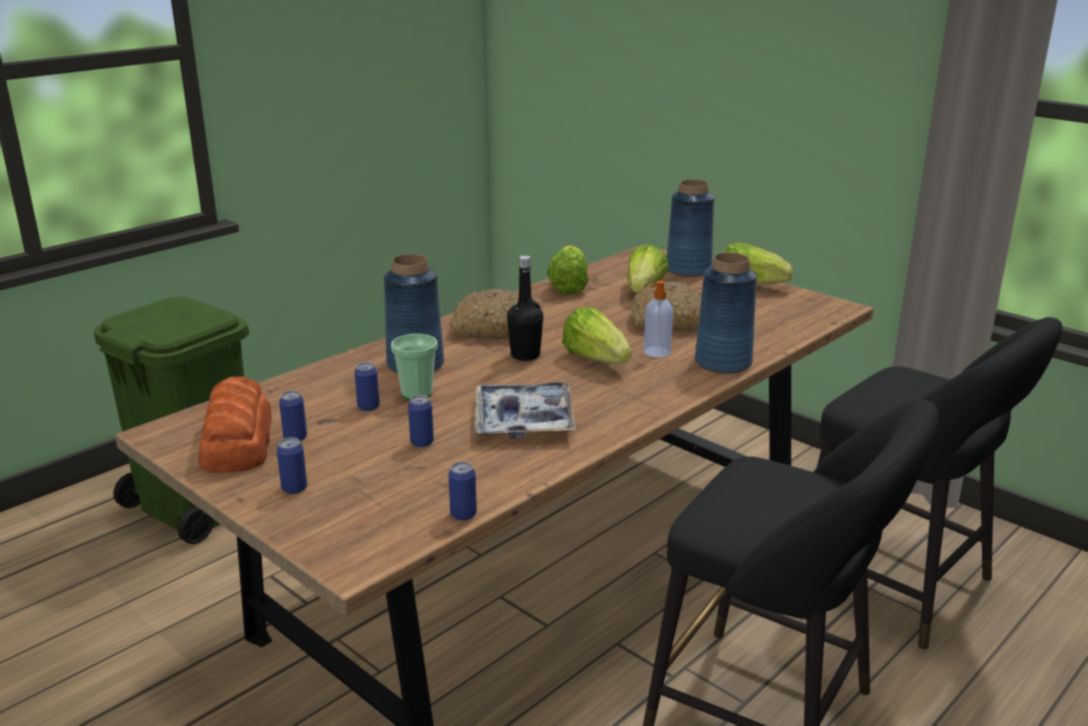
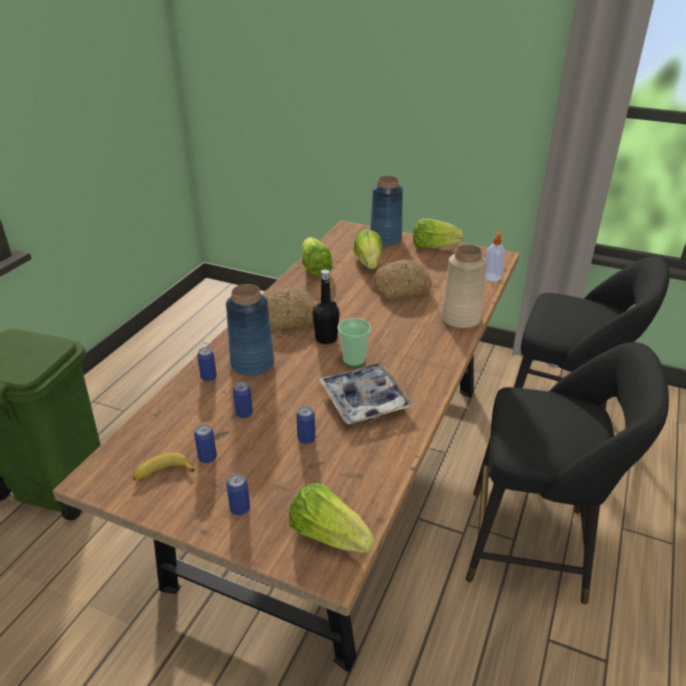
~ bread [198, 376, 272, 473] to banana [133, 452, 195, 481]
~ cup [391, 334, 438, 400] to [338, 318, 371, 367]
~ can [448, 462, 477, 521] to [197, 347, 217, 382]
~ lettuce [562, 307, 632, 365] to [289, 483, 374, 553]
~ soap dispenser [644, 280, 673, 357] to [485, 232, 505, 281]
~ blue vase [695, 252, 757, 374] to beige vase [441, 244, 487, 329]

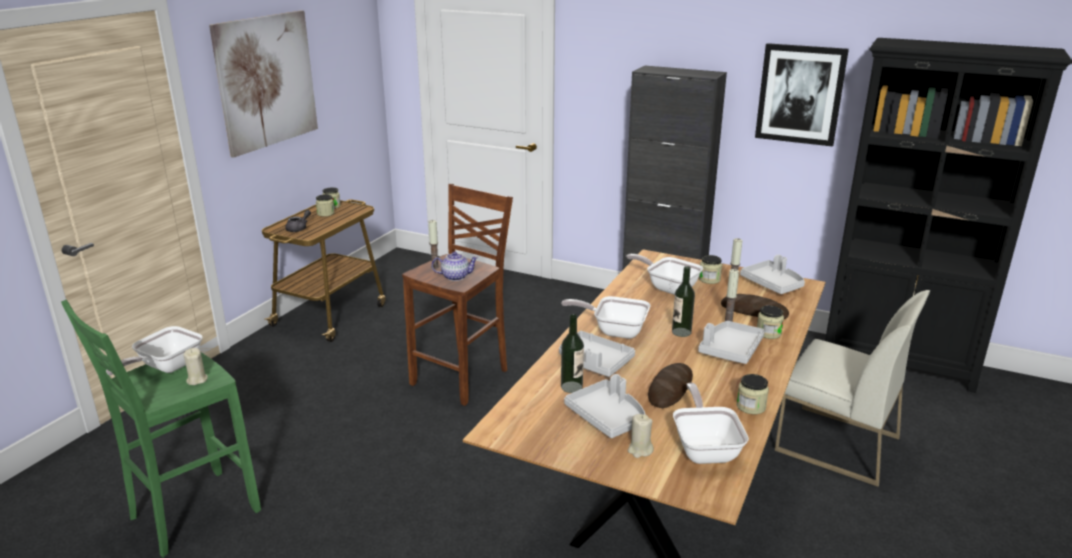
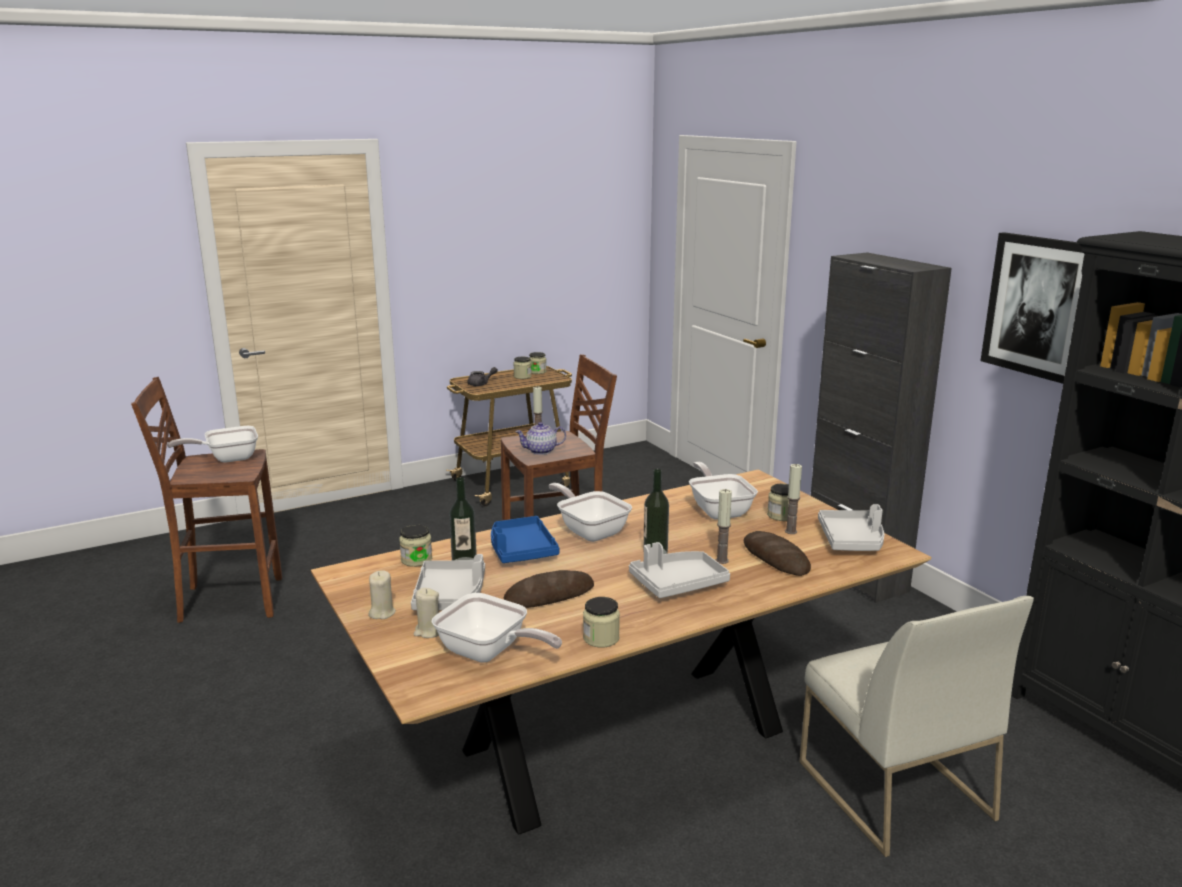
~ green stool [61, 300, 261, 557] to brown stool [131, 377, 282, 623]
~ beige candle [184, 348, 208, 385] to [368, 570, 396, 619]
- picture [209, 10, 318, 158]
~ teapot [432, 251, 479, 281] = [515, 422, 566, 455] 135 degrees clockwise
~ grey tray [559, 331, 635, 377] to blue tray [491, 516, 559, 563]
~ frying pan [673, 383, 749, 464] = [431, 593, 562, 663] 90 degrees clockwise
~ jar [757, 305, 784, 339] to [399, 524, 432, 567]

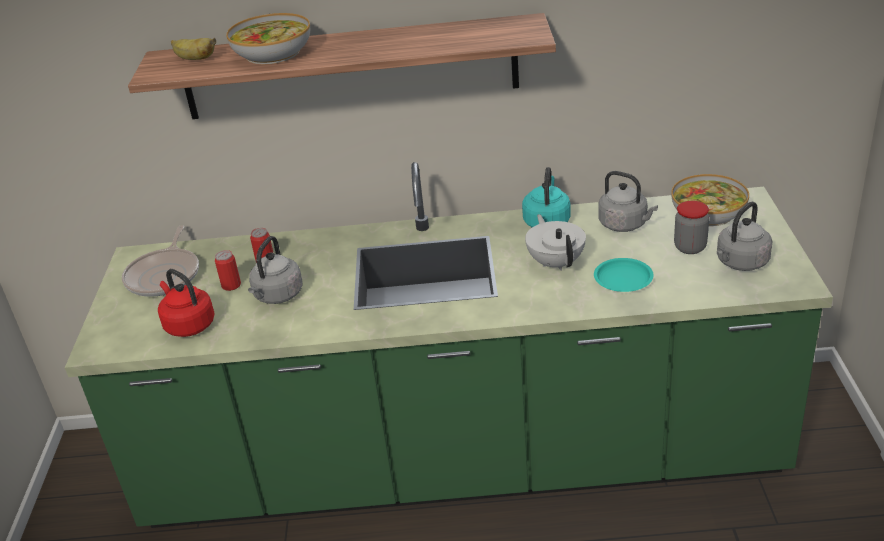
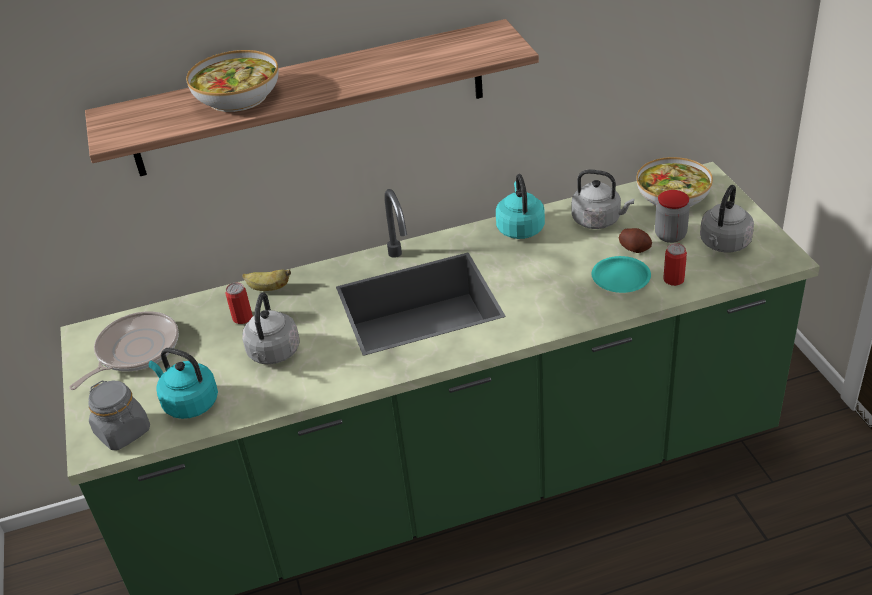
~ frying pan [122, 225, 199, 297] = [69, 311, 179, 390] 135 degrees counterclockwise
~ red kettle [158, 269, 215, 337] to turquoise kettle [149, 348, 218, 419]
~ banana [171, 38, 216, 60] to [242, 269, 291, 291]
~ can [215, 250, 241, 291] to [663, 243, 687, 286]
- white teapot [525, 214, 586, 271]
+ grey jar [88, 381, 150, 450]
+ potato [619, 228, 652, 253]

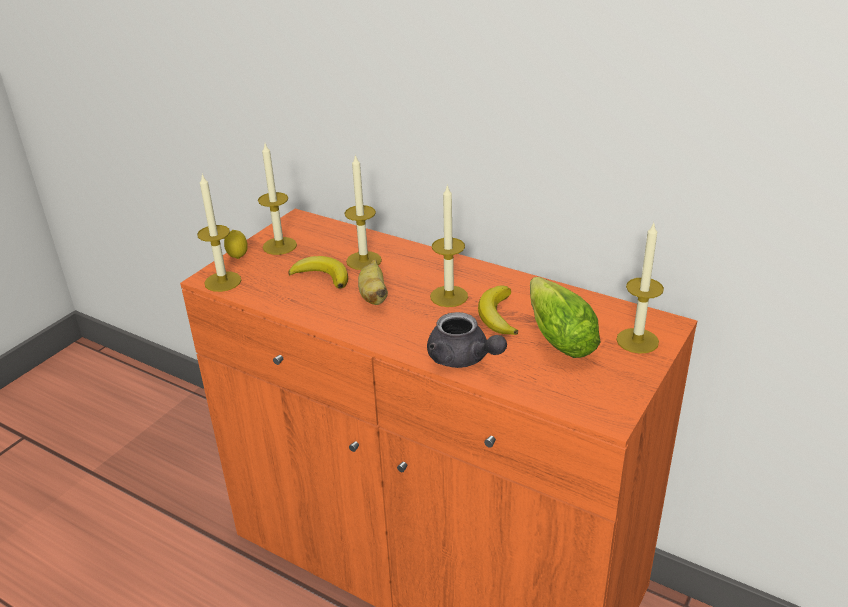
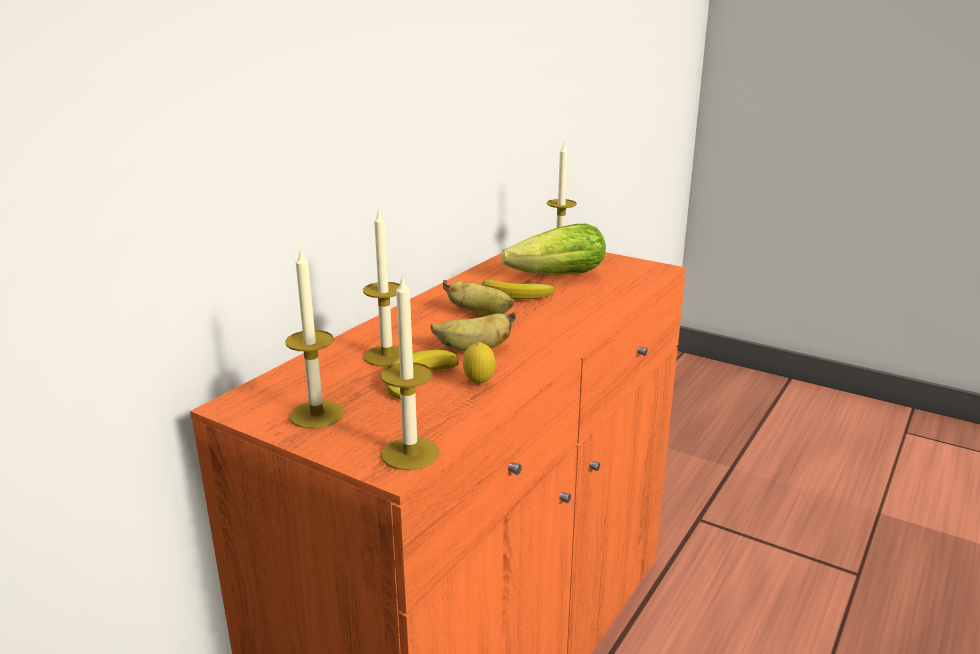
~ lemon [224, 230, 248, 259] to [463, 342, 496, 385]
- grey teapot [427, 312, 507, 368]
~ candle [430, 184, 468, 307] to banana [443, 280, 514, 315]

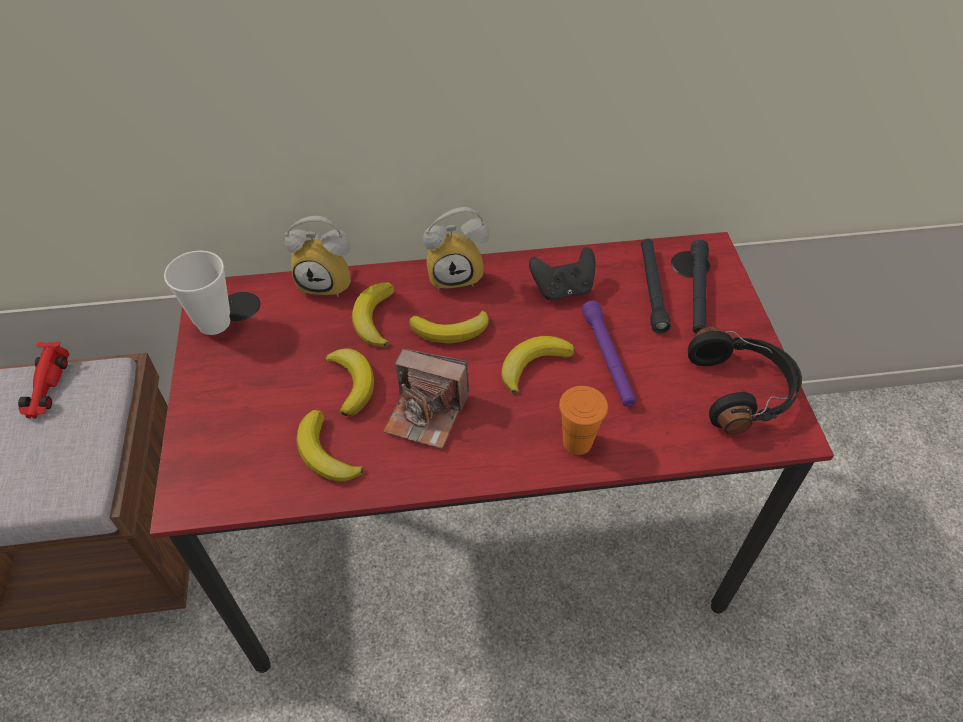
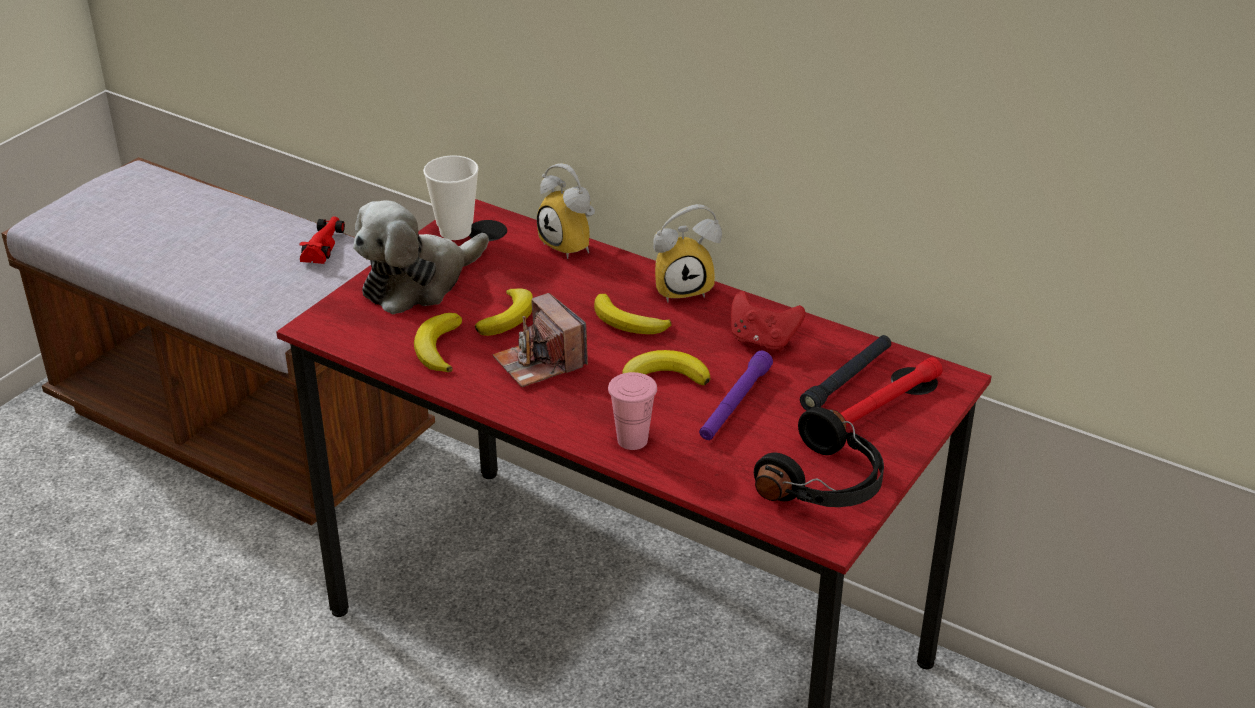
~ red toy car [18, 342, 70, 418] = [299, 216, 345, 264] 150 degrees clockwise
- banana [352, 282, 394, 347]
~ alarm clock [423, 207, 489, 290] = [653, 204, 722, 303] 45 degrees counterclockwise
~ black game controller [529, 247, 595, 300] to red game controller [731, 291, 805, 352]
~ orange cup [559, 386, 608, 455] to pink cup [608, 372, 657, 450]
~ black flashlight [690, 240, 709, 334] to red flashlight [840, 357, 942, 427]
+ plush toy [353, 200, 489, 315]

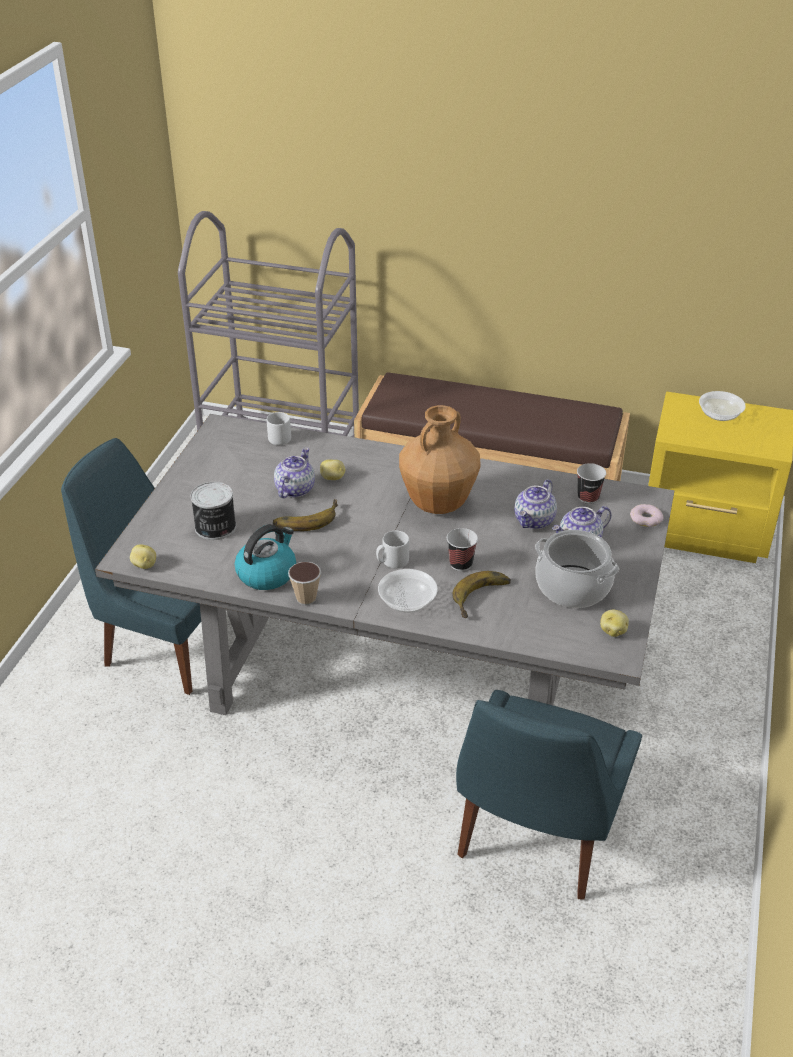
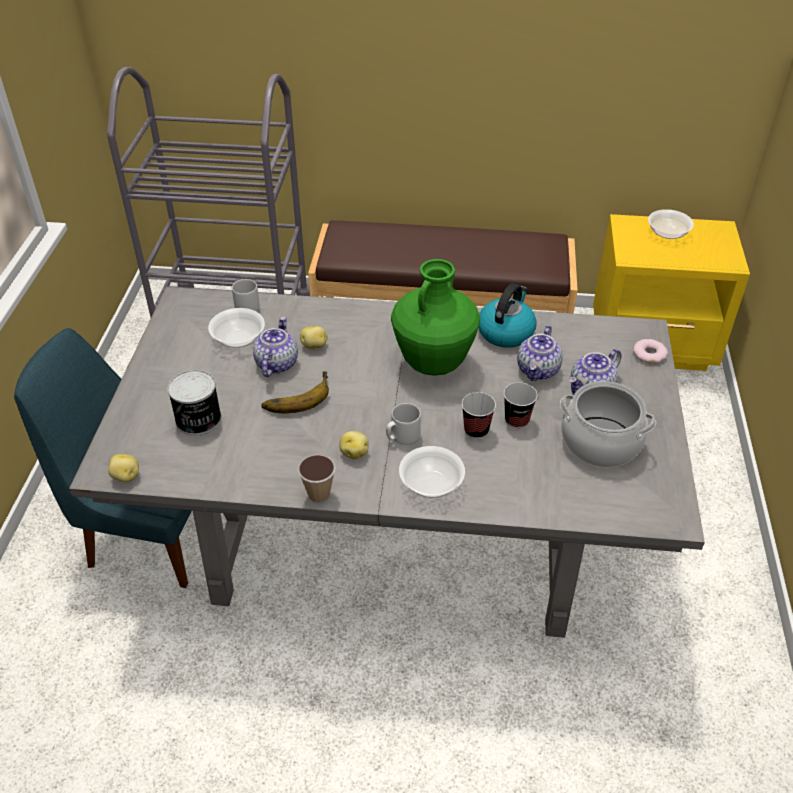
~ kettle [235, 524, 296, 590] to [478, 283, 536, 348]
~ brown vase [399, 405, 481, 514] to green vase [391, 259, 480, 376]
- banana [452, 571, 511, 618]
- blue chair [456, 690, 642, 900]
~ cup [577, 463, 606, 504] to [504, 382, 538, 429]
~ potato [600, 609, 629, 637] to [339, 431, 369, 459]
+ bowl [208, 308, 265, 348]

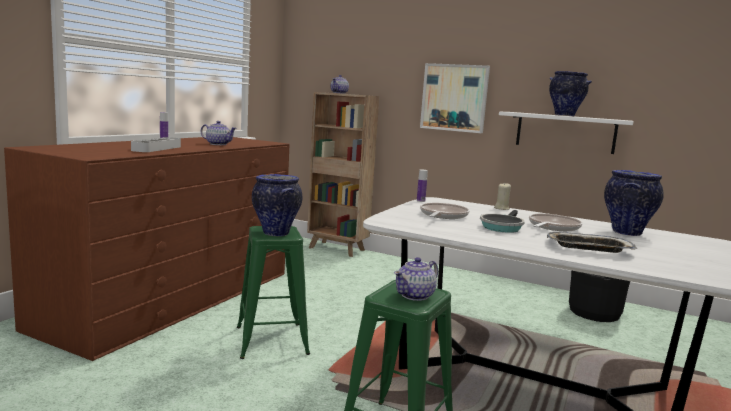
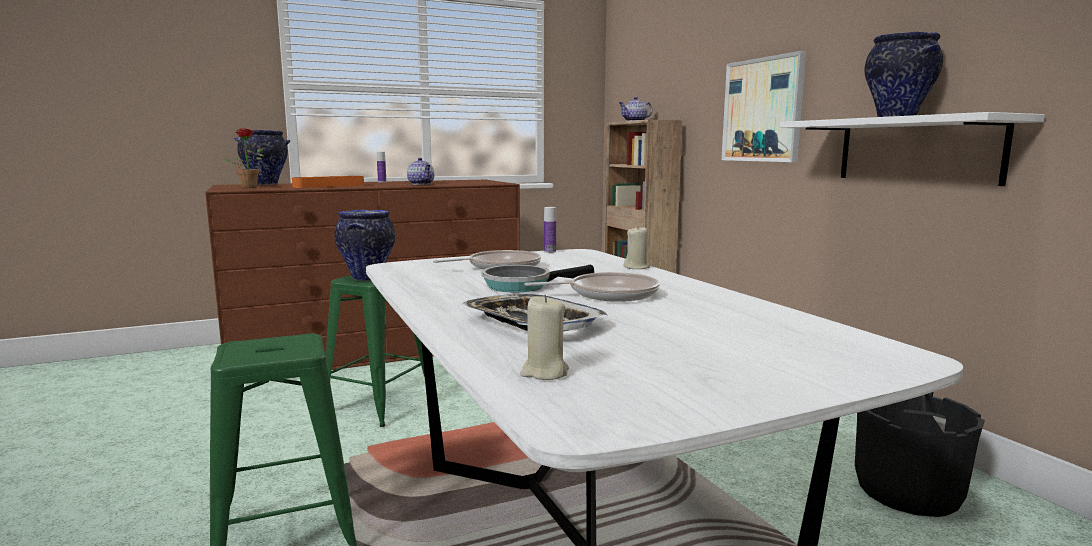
~ grey tray [131, 137, 181, 152] to orange tray [292, 176, 364, 188]
- teapot [394, 257, 438, 301]
~ vase [604, 170, 664, 236] to [234, 130, 290, 185]
+ potted plant [223, 128, 264, 188]
+ beige candle [520, 295, 569, 380]

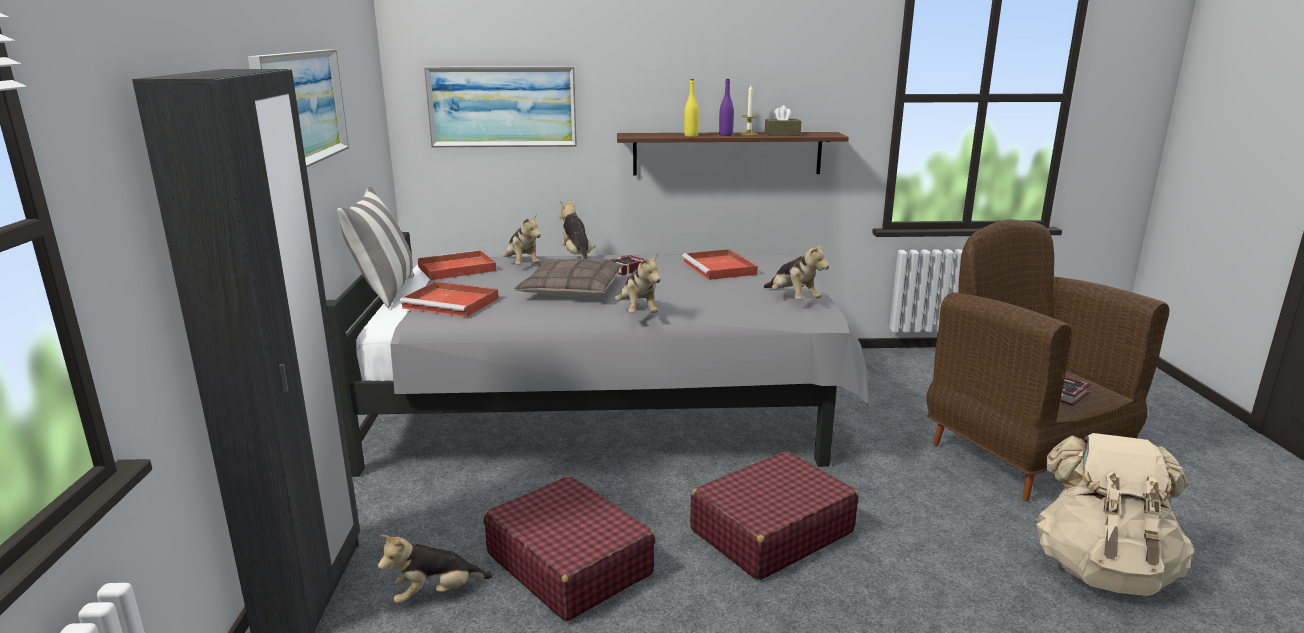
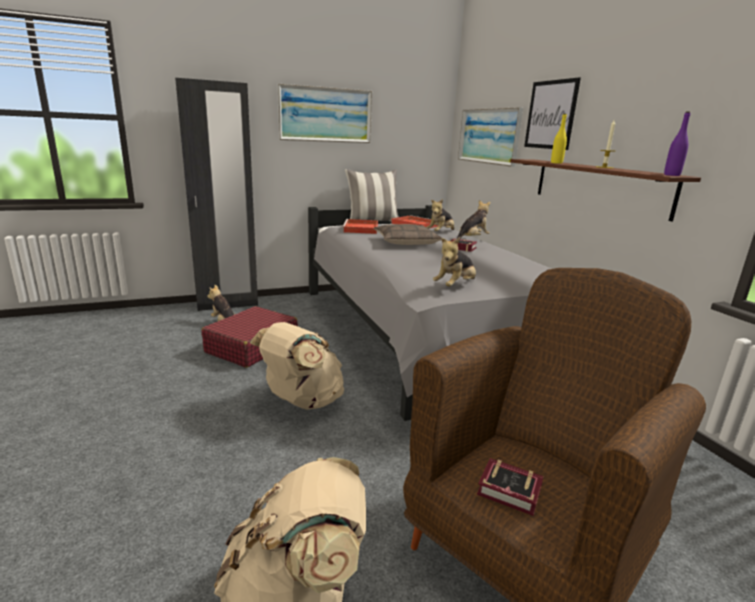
- plush toy [615, 253, 660, 313]
- red tray [682, 249, 758, 280]
~ red suitcase [690, 451, 859, 580] to beige backpack [250, 322, 344, 410]
~ purple bottle [719, 79, 734, 136] to [664, 112, 690, 176]
- brown tissue box [765, 105, 801, 136]
+ picture [524, 77, 581, 150]

